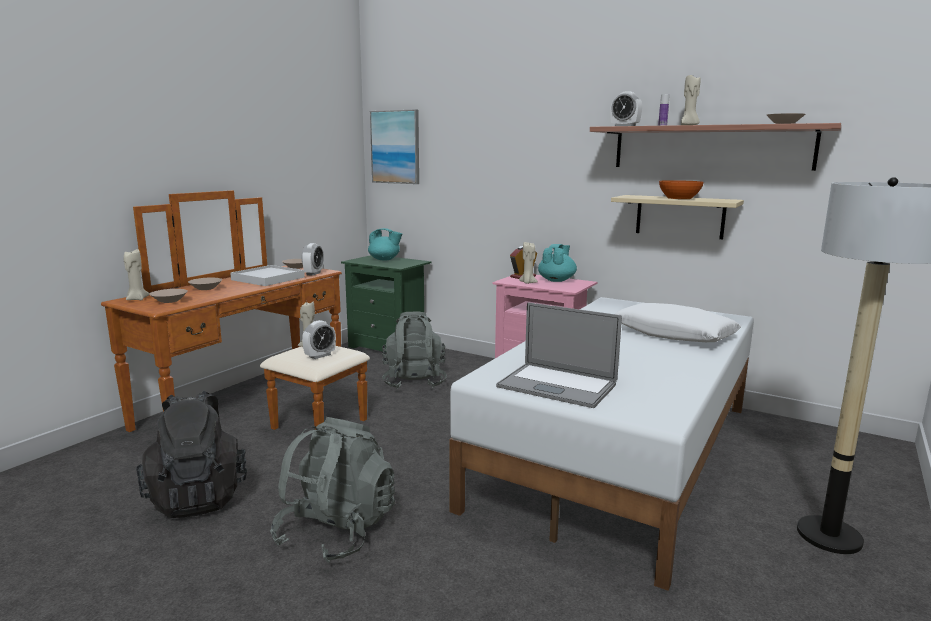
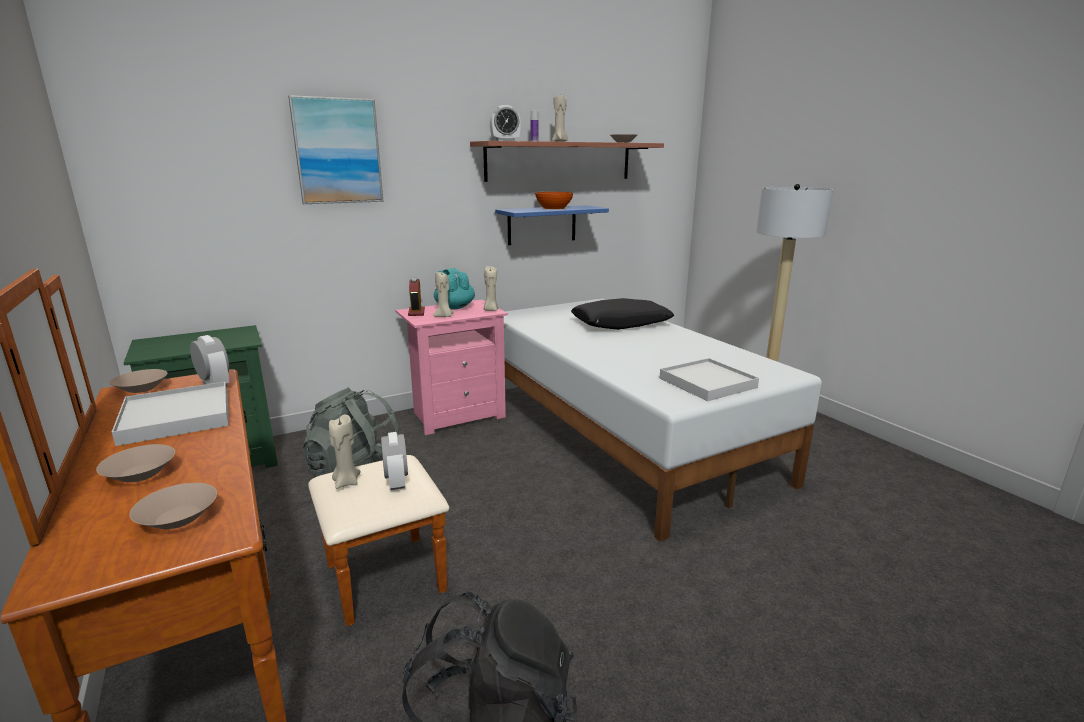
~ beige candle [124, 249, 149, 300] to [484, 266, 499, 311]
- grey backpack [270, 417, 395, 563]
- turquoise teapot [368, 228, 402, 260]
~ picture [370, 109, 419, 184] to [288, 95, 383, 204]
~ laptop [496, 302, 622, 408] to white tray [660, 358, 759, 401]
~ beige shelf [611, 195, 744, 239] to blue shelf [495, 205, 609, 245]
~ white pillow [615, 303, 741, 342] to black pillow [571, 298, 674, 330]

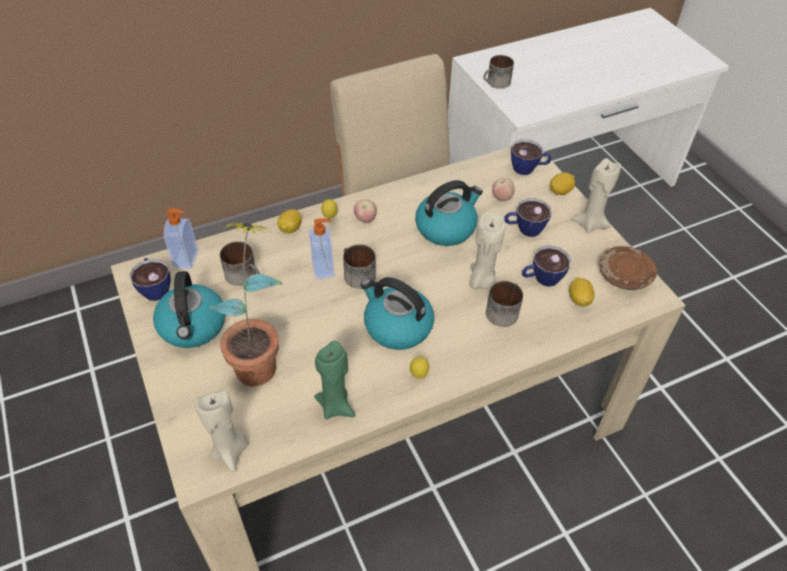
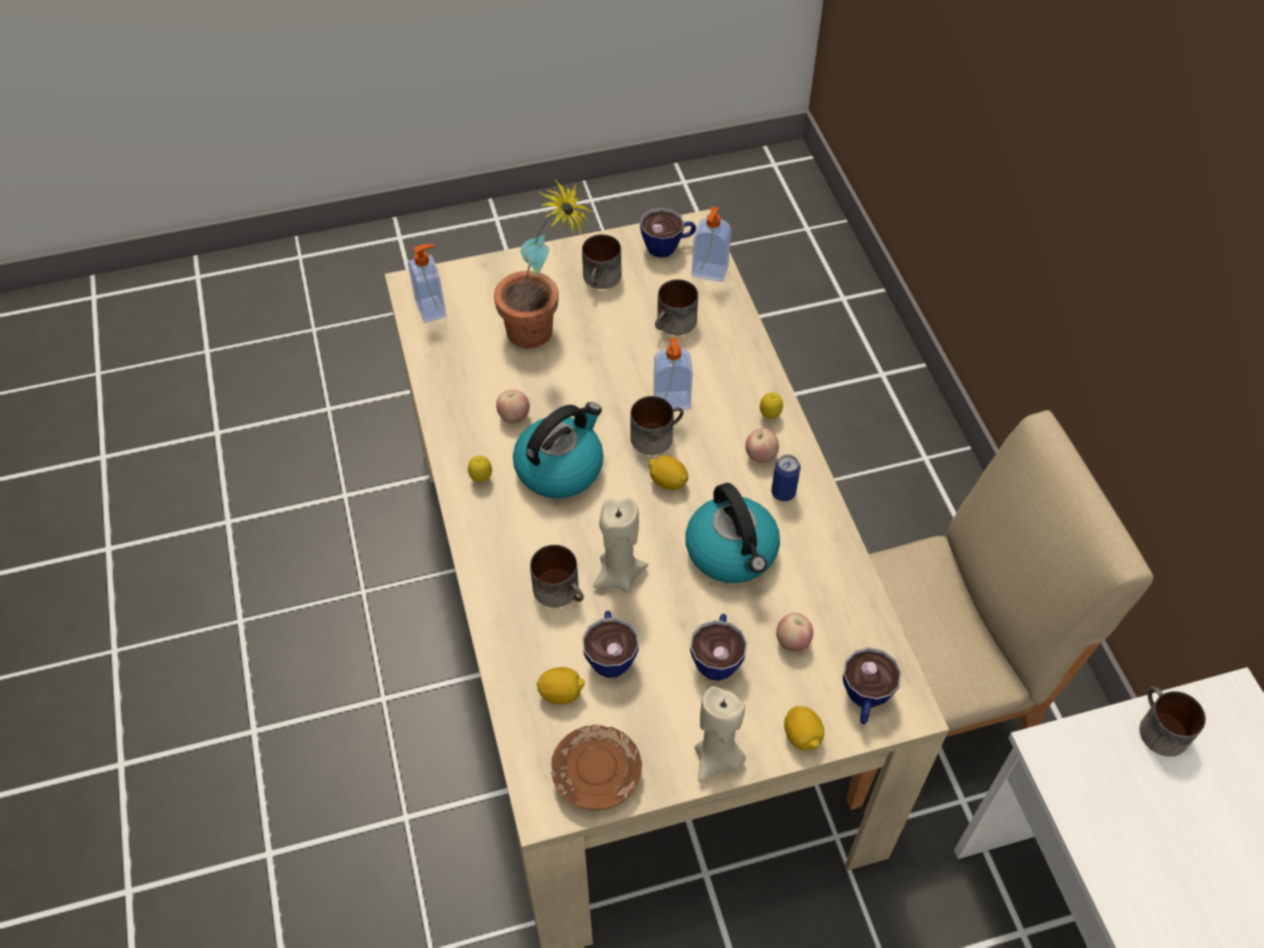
~ kettle [153, 271, 226, 348] to mug [582, 234, 621, 289]
~ beige candle [195, 390, 248, 472] to soap dispenser [408, 244, 446, 323]
~ lemon [277, 209, 302, 234] to [649, 455, 688, 490]
- green candle [314, 341, 355, 419]
+ apple [496, 390, 530, 423]
+ can [771, 454, 801, 501]

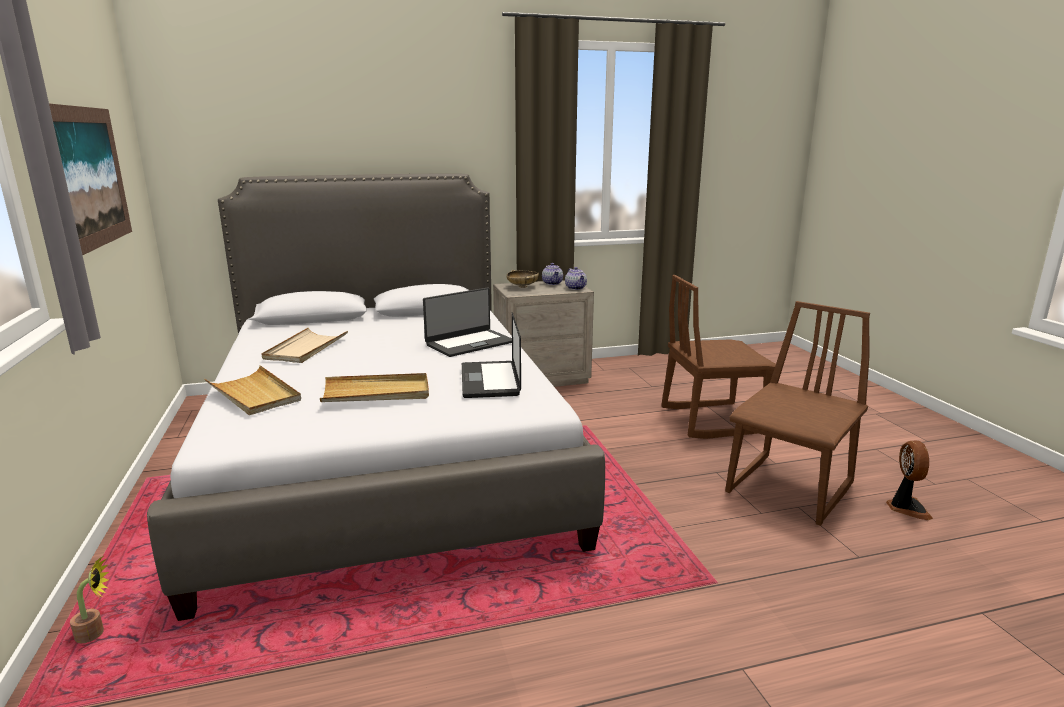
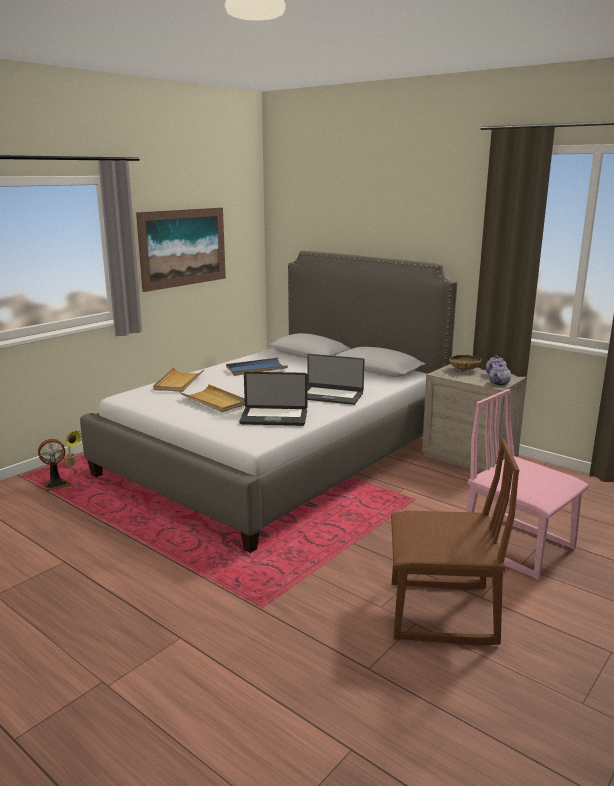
~ beige tray [261, 327, 348, 363] to blue tray [226, 357, 288, 376]
~ laptop [462, 313, 521, 398] = [239, 372, 308, 426] 135 degrees counterclockwise
~ brown chair [661, 275, 776, 439] to pink chair [466, 389, 589, 580]
~ fan [886, 440, 933, 520] to [38, 439, 71, 492]

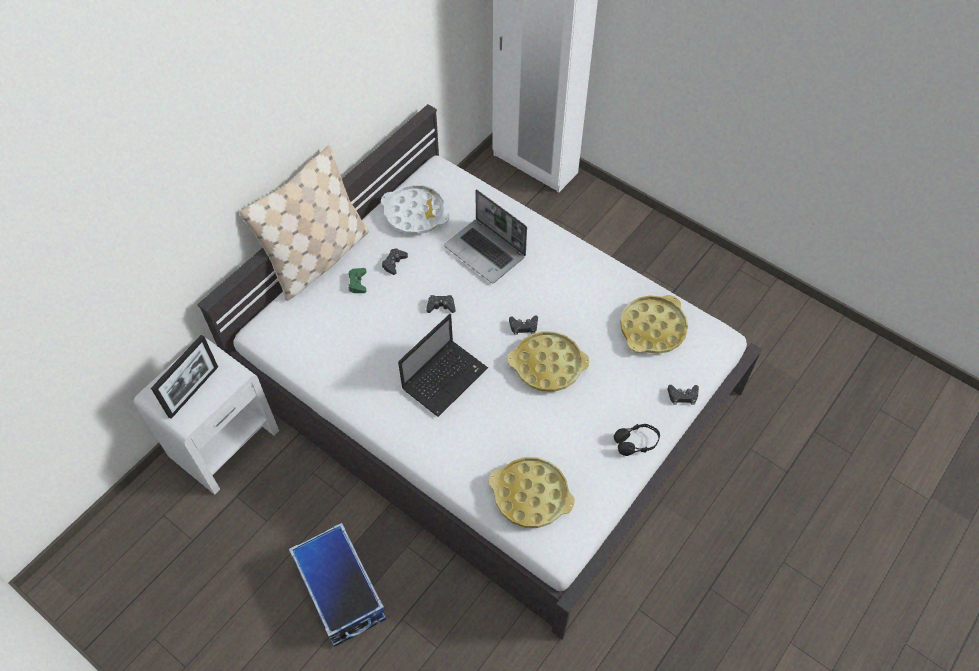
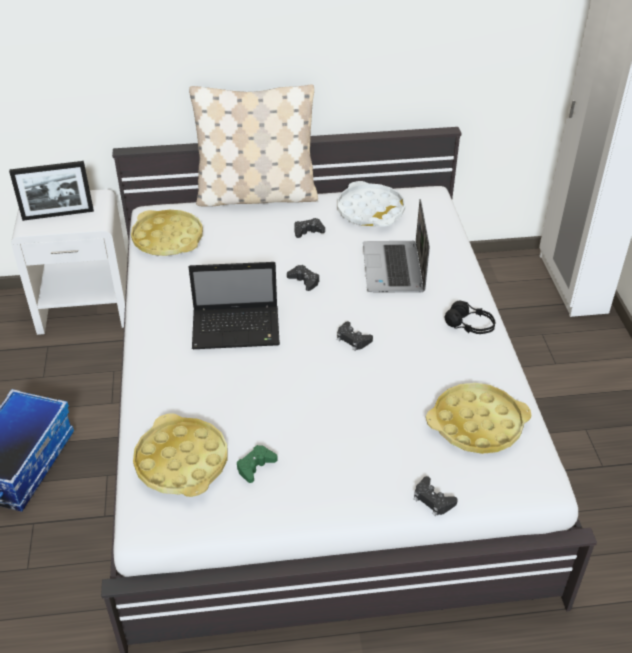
~ green game controller [348, 268, 367, 293] to [237, 445, 278, 483]
~ yellow tray [508, 331, 589, 392] to [131, 210, 203, 256]
~ black headphones [614, 424, 660, 456] to [444, 300, 496, 334]

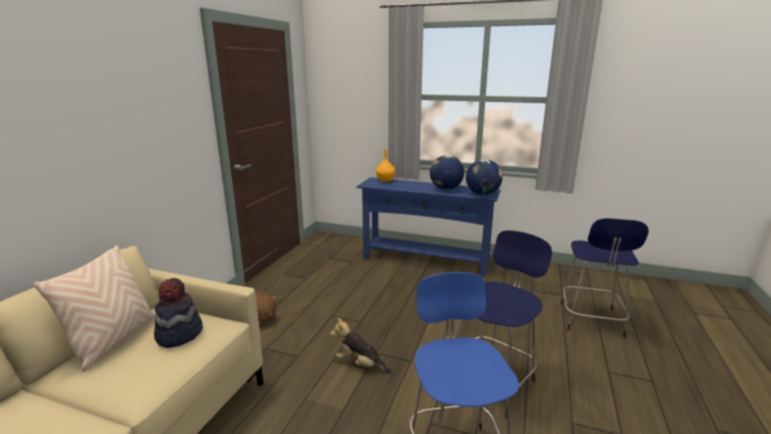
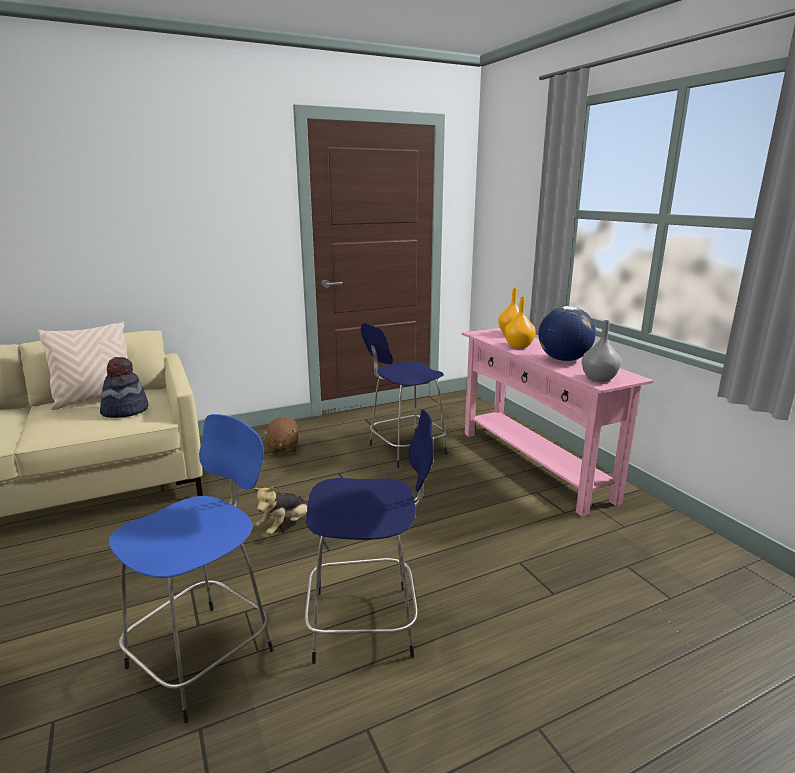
~ plush toy [330, 318, 392, 373] = [254, 487, 308, 535] 120 degrees counterclockwise
~ blue console table [356, 177, 501, 277] to pink console table [462, 328, 653, 517]
~ globe [466, 159, 503, 195] to grey vase [582, 320, 621, 382]
~ blue stool [560, 218, 649, 338] to [361, 323, 447, 468]
+ orange vase [504, 297, 536, 348]

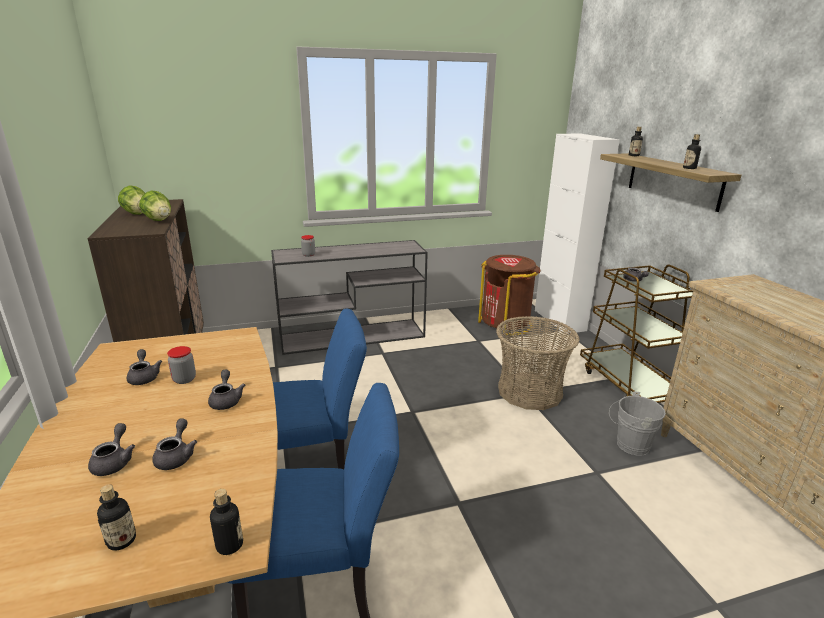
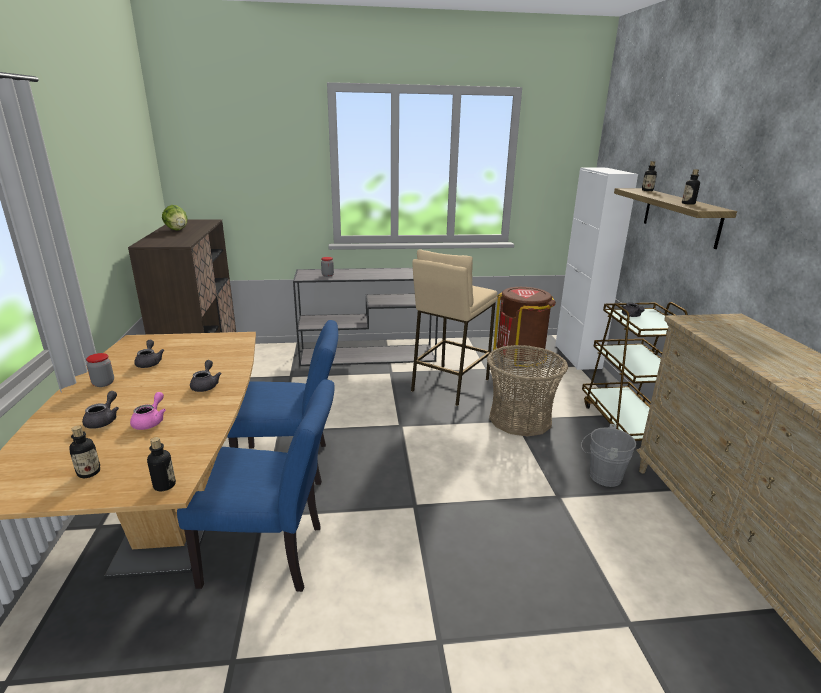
- lettuce [139, 190, 171, 221]
~ grey teapot [152, 418, 197, 470] to pink teapot [130, 392, 166, 430]
~ jar [167, 346, 196, 384] to [86, 353, 114, 387]
+ beige stool [411, 250, 497, 406]

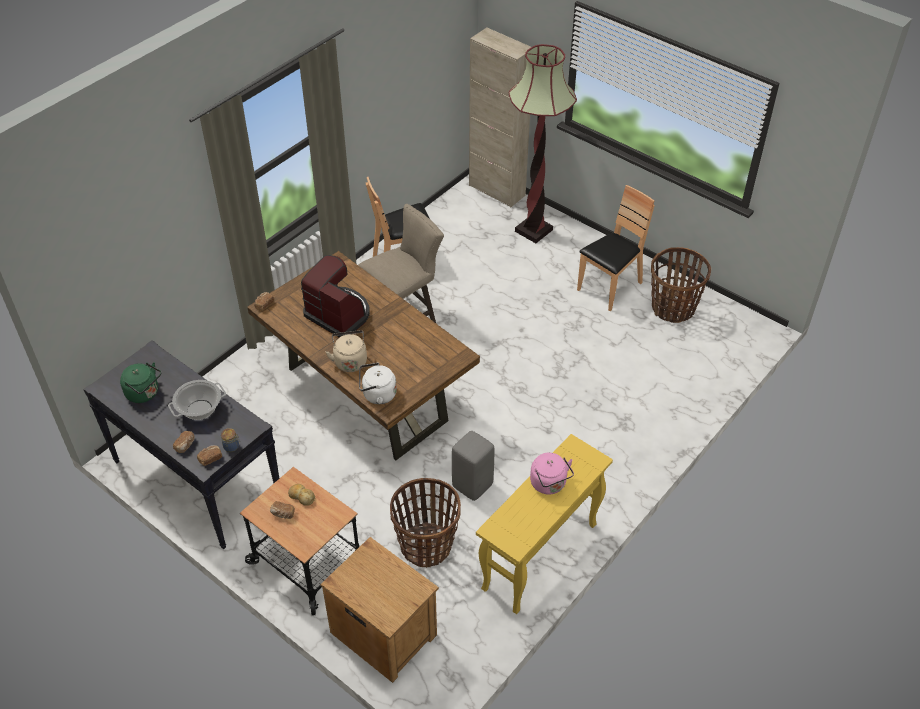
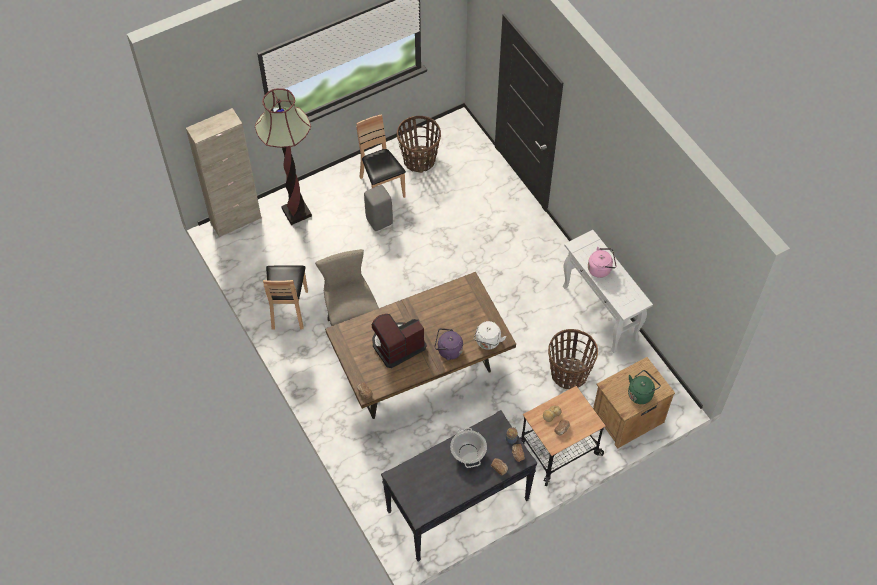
~ green kettle [120, 362, 161, 403] to [628, 370, 661, 404]
~ beige kettle [325, 330, 367, 372] to purple kettle [435, 328, 463, 360]
~ grey stool [452, 431, 494, 501] to [364, 185, 393, 231]
~ yellow console table [476, 434, 613, 614] to white console table [563, 230, 653, 353]

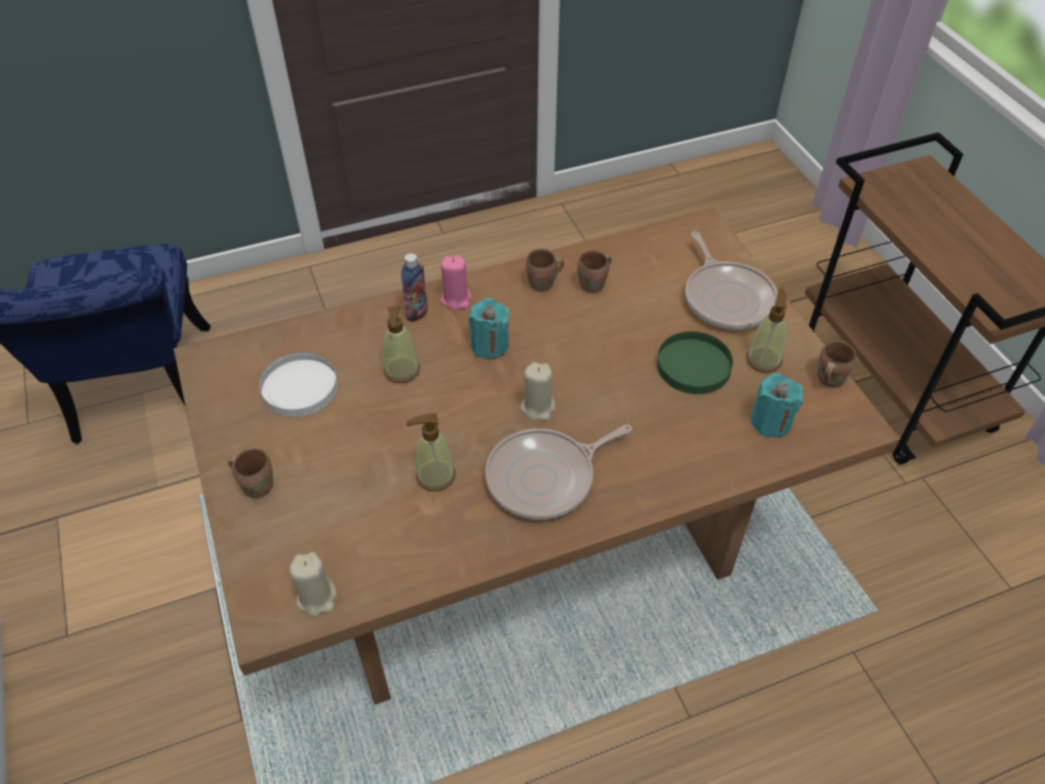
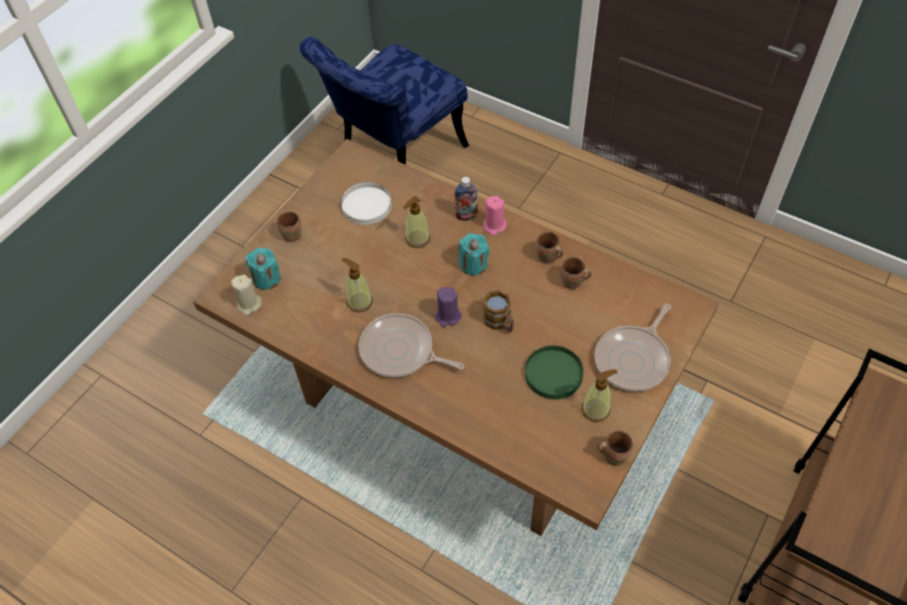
~ beige candle [521, 362, 555, 421] to purple candle [435, 287, 462, 327]
~ turquoise candle [750, 373, 803, 438] to [246, 248, 281, 290]
+ mug [483, 290, 514, 332]

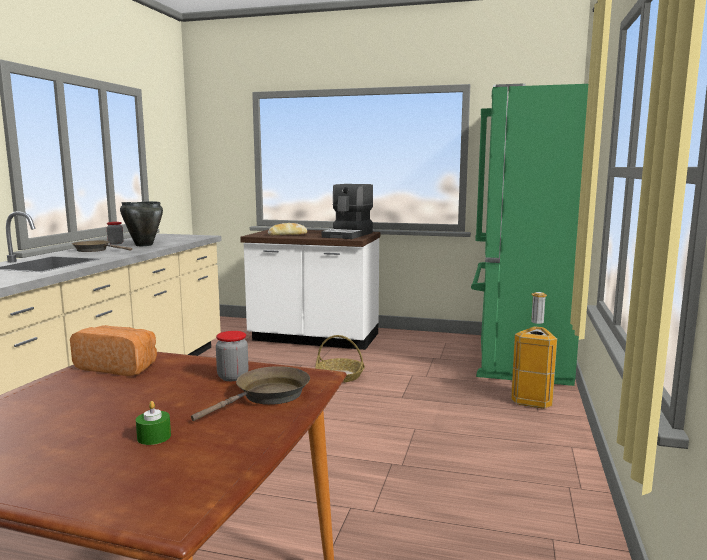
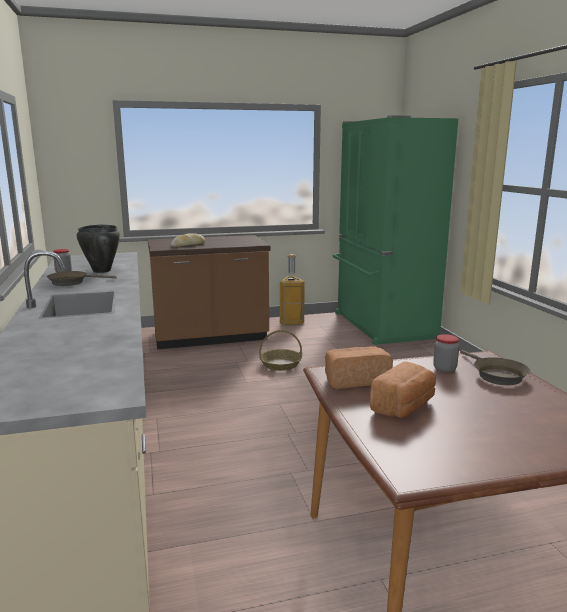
- green candle [136, 401, 171, 445]
~ brown frying pan [191, 366, 310, 421] = [460, 350, 530, 385] 150 degrees clockwise
~ white counter [240, 229, 380, 350] to brown counter [148, 235, 270, 349]
- coffee machine [322, 184, 373, 239]
~ trash can [511, 292, 557, 409] to [280, 254, 305, 325]
+ bread [370, 361, 436, 418]

